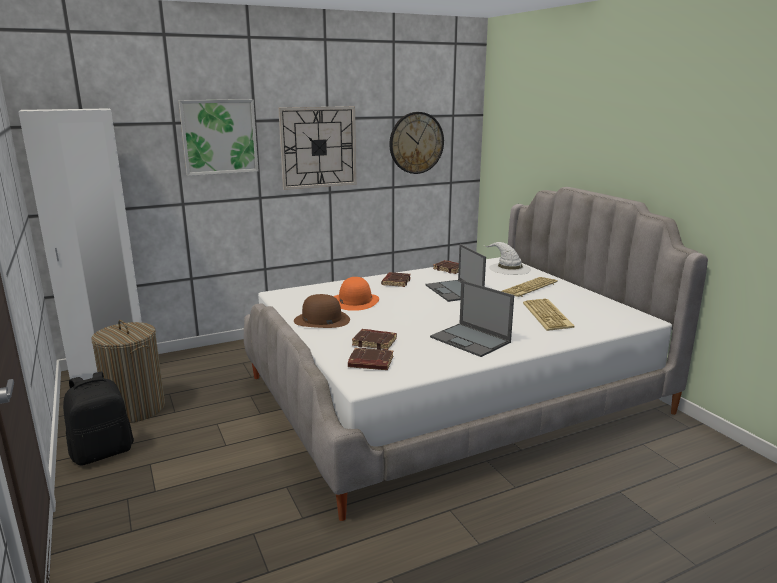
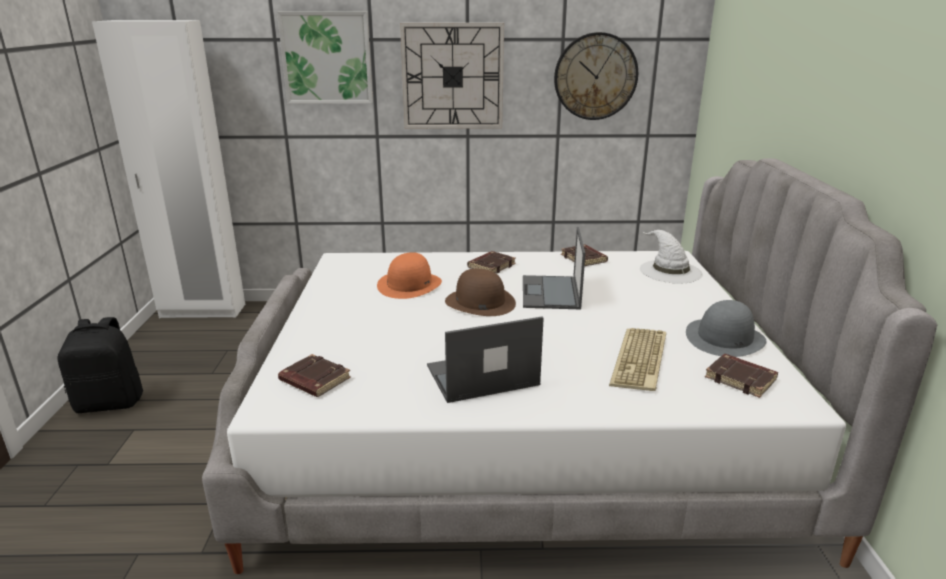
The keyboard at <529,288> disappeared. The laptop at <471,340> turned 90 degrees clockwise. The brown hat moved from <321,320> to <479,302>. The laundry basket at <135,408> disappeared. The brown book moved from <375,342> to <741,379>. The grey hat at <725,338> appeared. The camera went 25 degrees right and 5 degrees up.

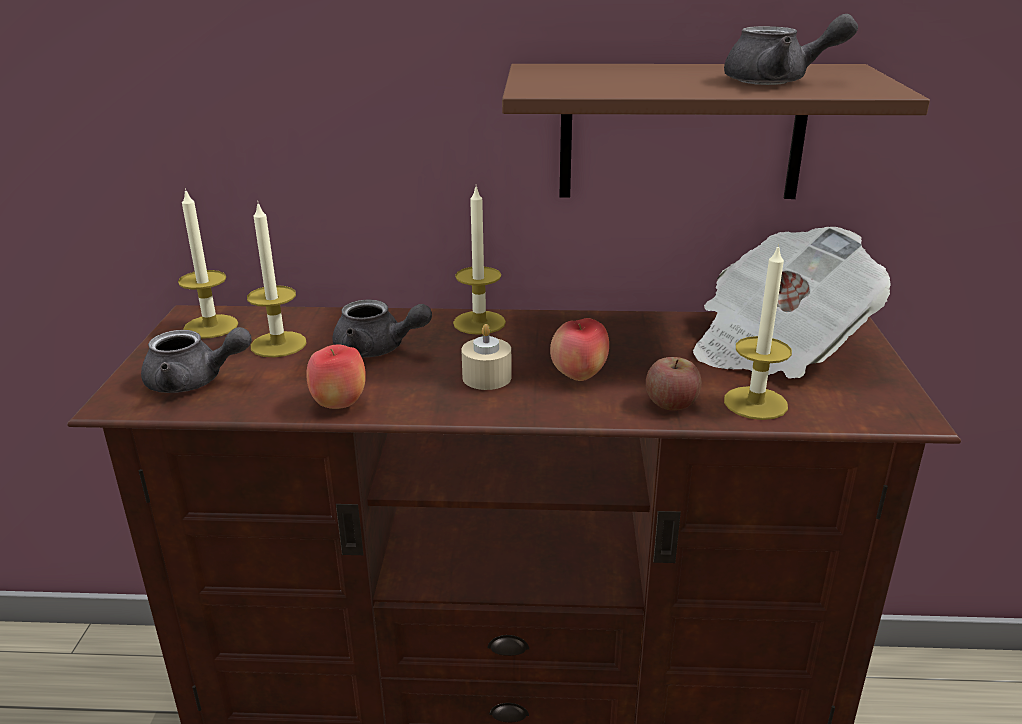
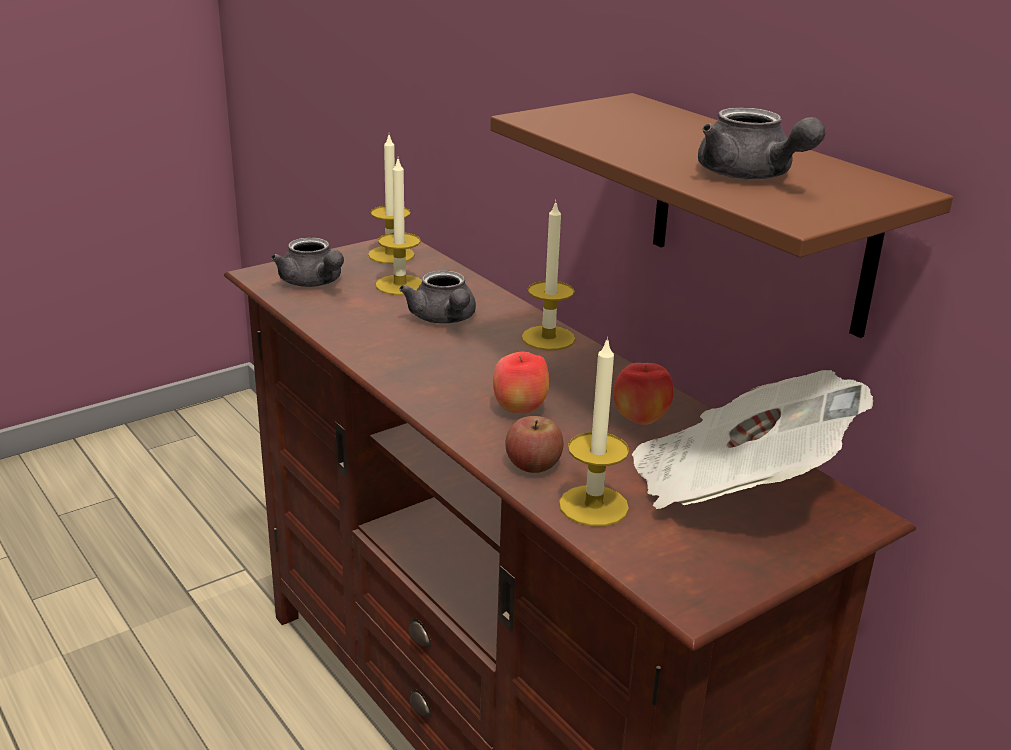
The beige candle at <487,377> disappeared. The apple moved from <339,404> to <640,420>. The camera went 50 degrees right and 0 degrees up.

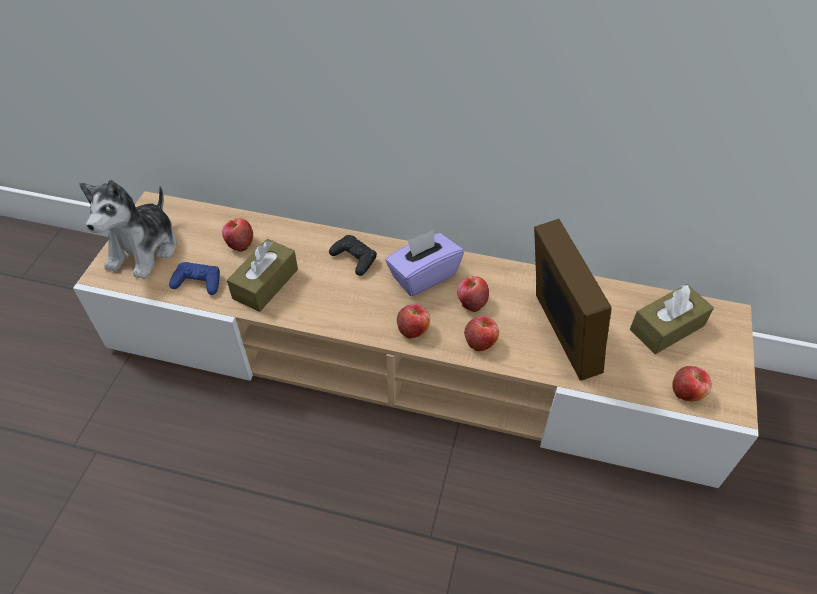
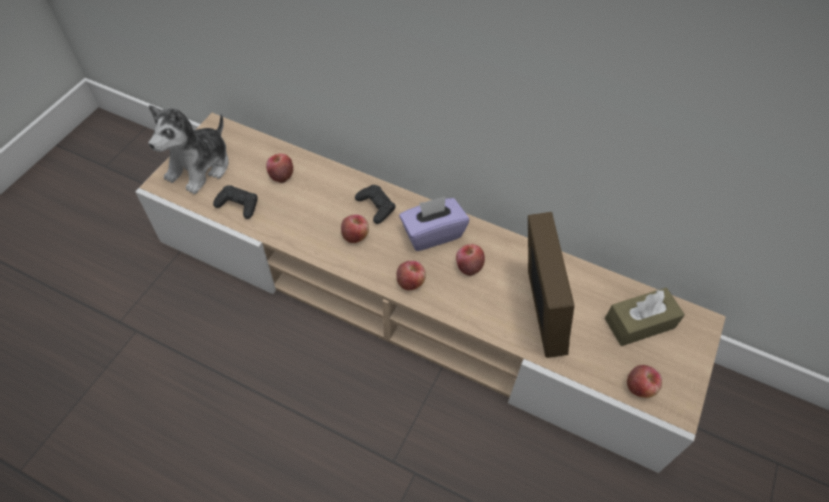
The brown tissue box at <265,284> disappeared. The blue game controller at <198,282> became the black game controller at <238,205>. The apple moved from <480,342> to <355,235>. The camera went 10 degrees right and 5 degrees up.

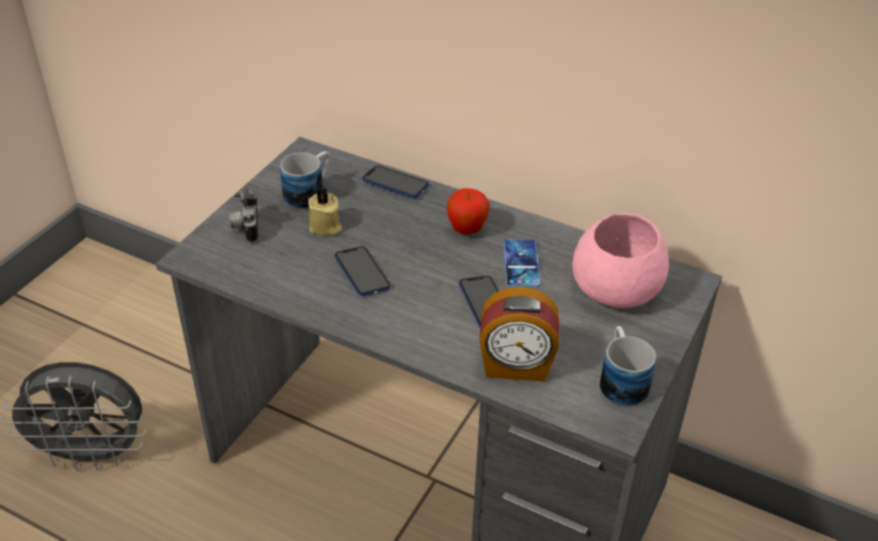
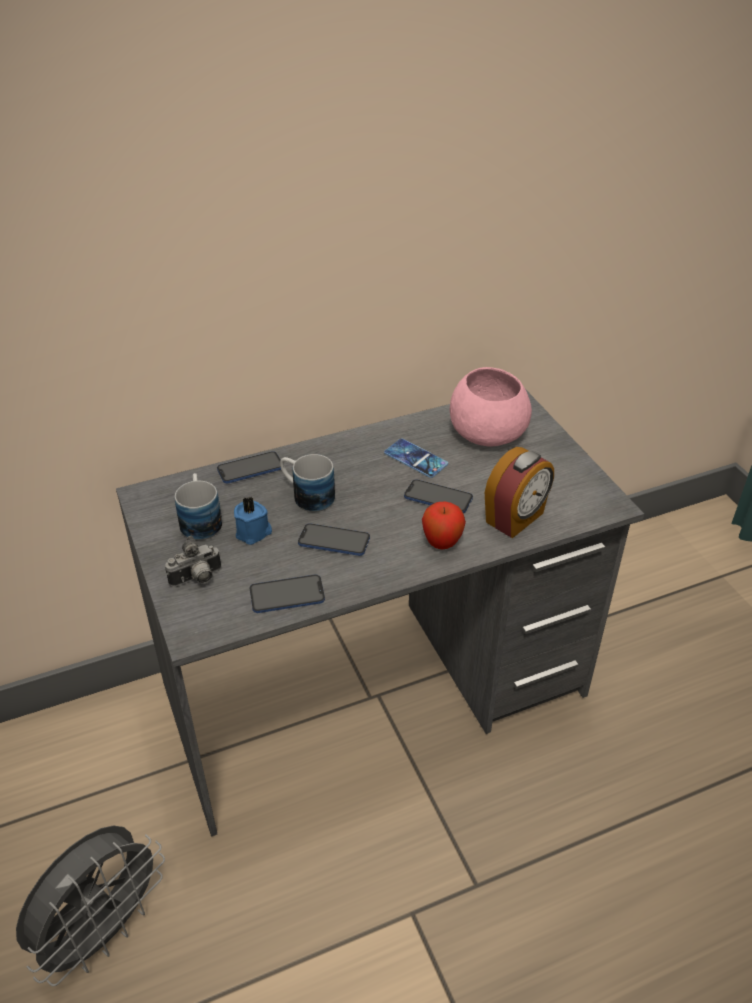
The beige candle at <325,226> became the blue candle at <254,533>. The apple moved from <466,230> to <442,543>. The photo camera at <246,228> turned 60 degrees counterclockwise. The mug moved from <621,380> to <306,496>. The phone at <287,595> appeared. The camera went 50 degrees left and 0 degrees up.

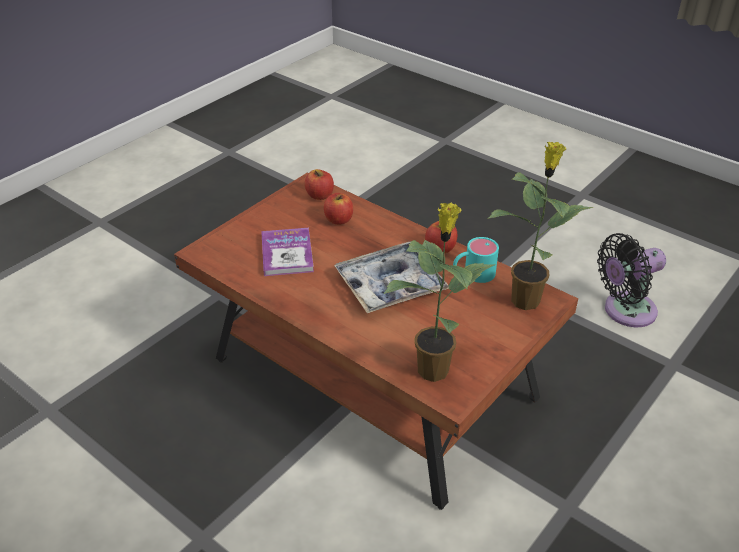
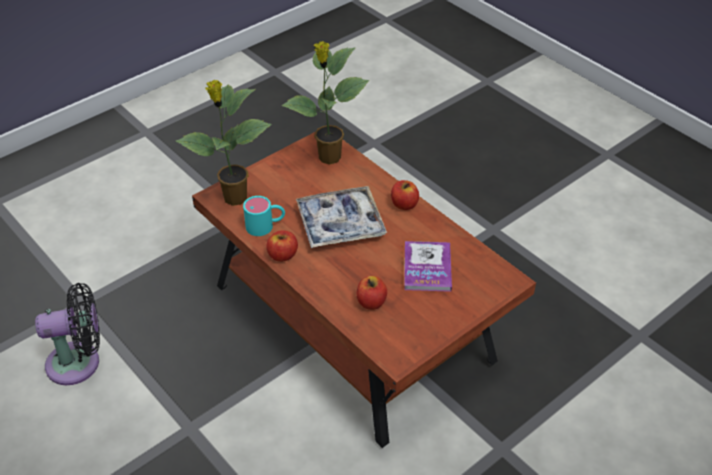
The apple moved from <320,195> to <404,204>. The camera went 170 degrees left and 5 degrees up.

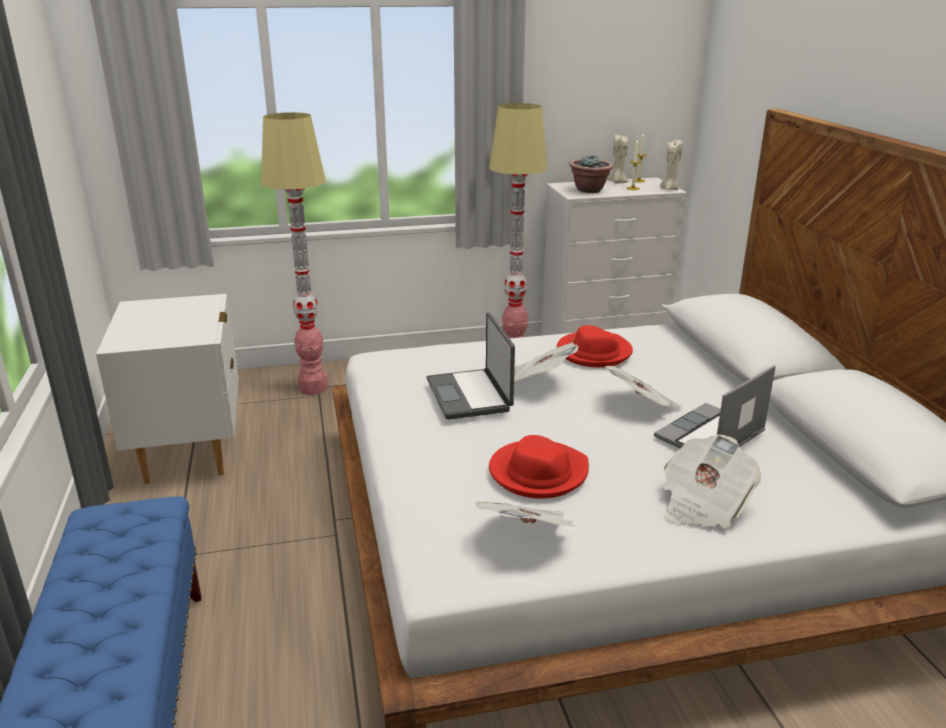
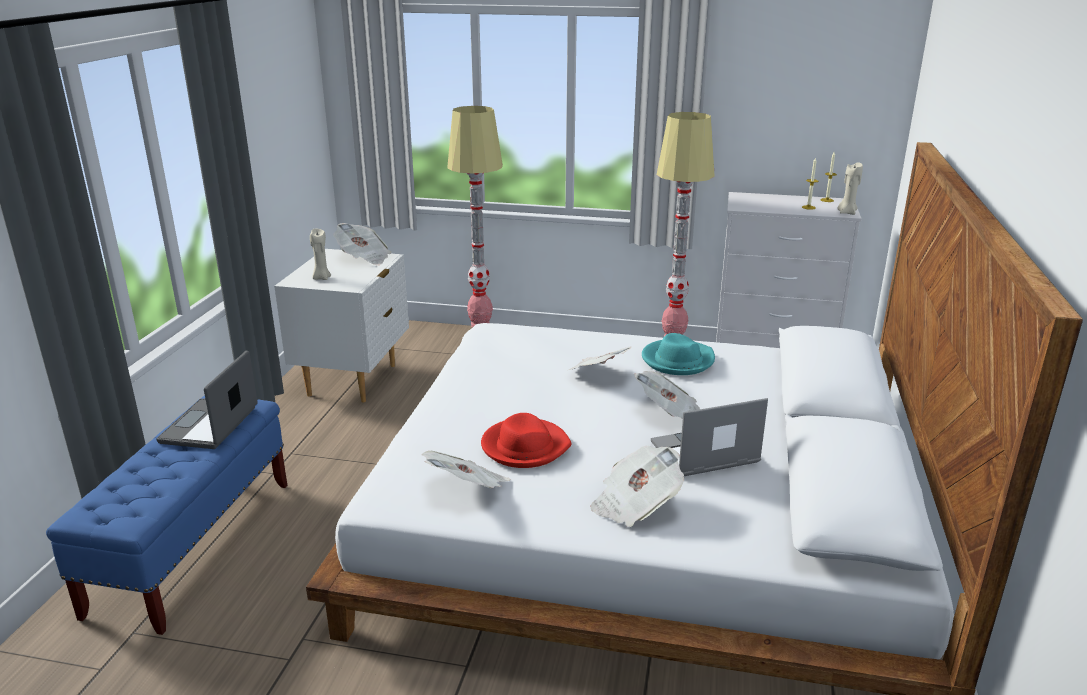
The beige candle moved from <617,182> to <321,278>. The potted plant at <589,190> disappeared. The laptop moved from <470,395> to <211,425>. The red hat at <594,352> became the turquoise hat at <677,360>. The newspaper at <364,258> appeared. The camera went 25 degrees right and 0 degrees up.

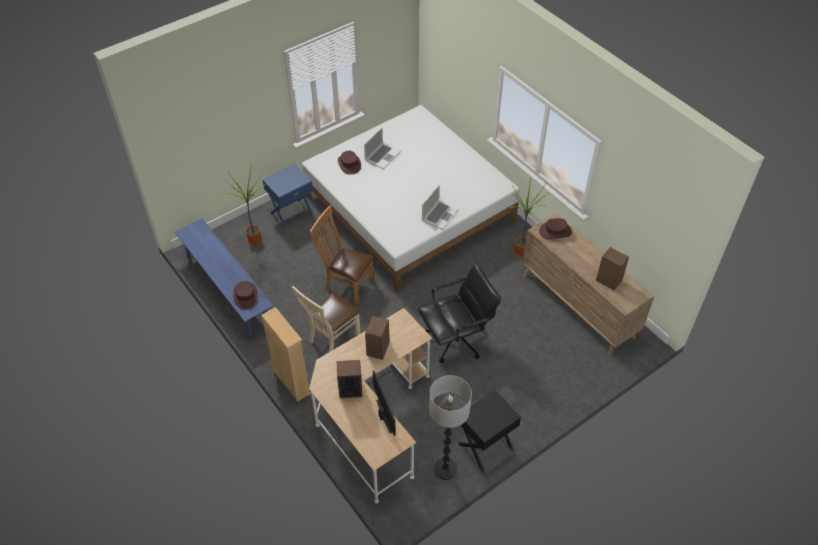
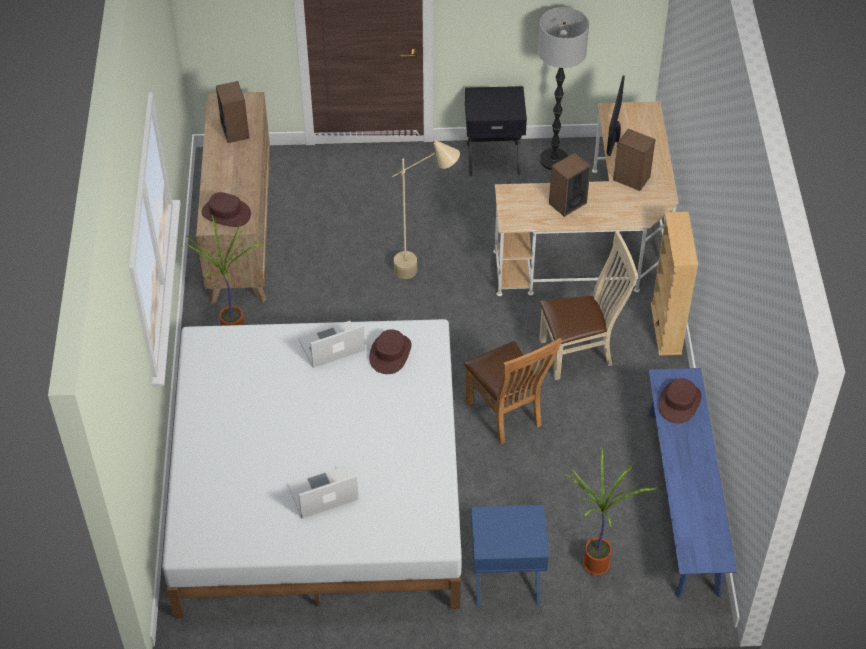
The brown hat moved from <349,164> to <390,353>. The black office chair at <456,340> was replaced by the beige floor lamp at <425,271>. The camera went 145 degrees left and 0 degrees up.

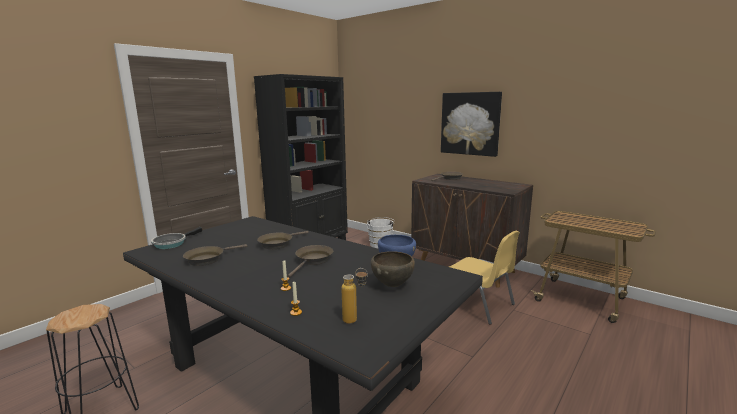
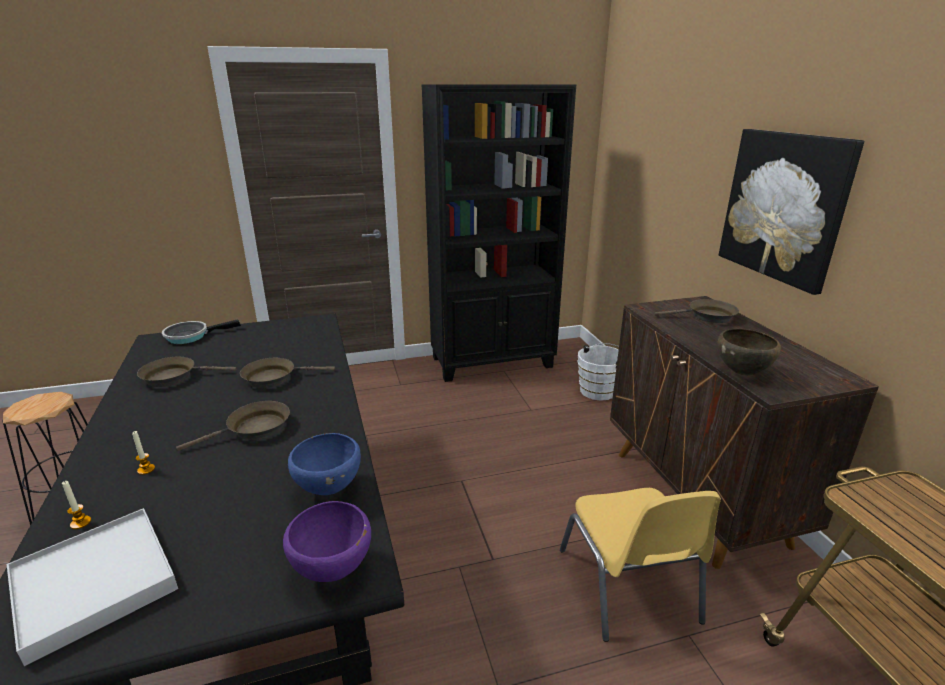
The brown bowl moved from <393,285> to <742,373>. The bottle at <355,321> was replaced by the white tray at <95,583>. The purple bowl at <334,571> appeared. The camera went 35 degrees right and 10 degrees up.

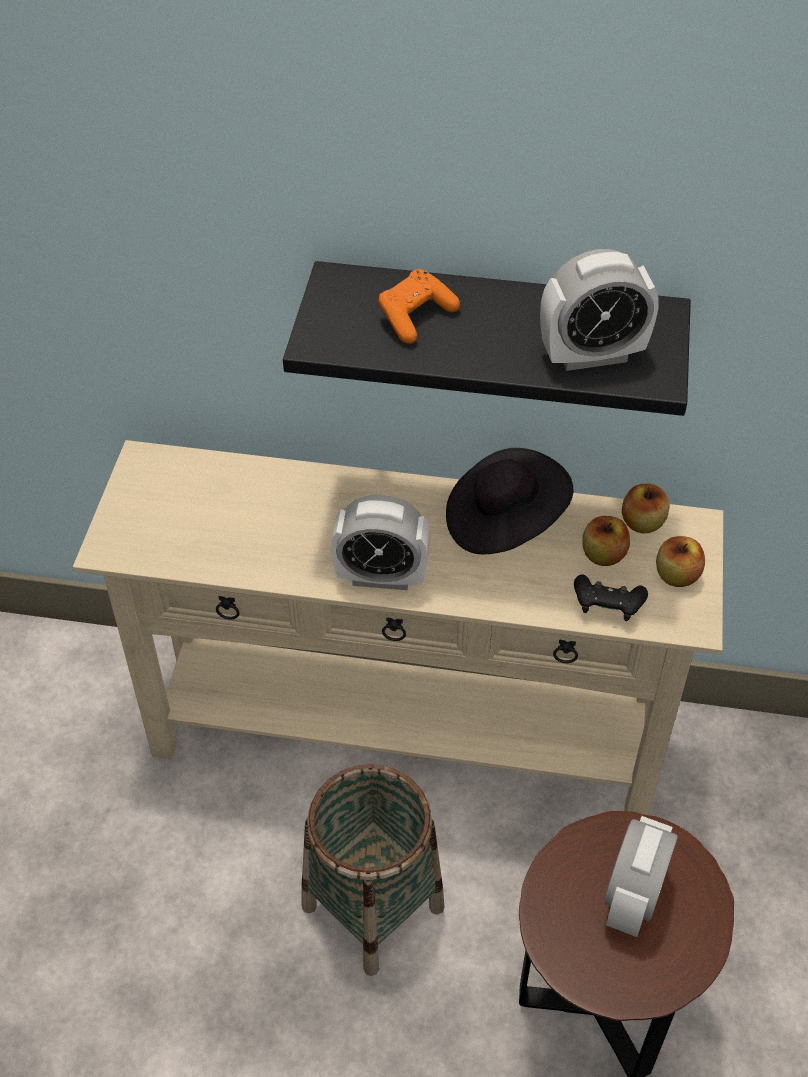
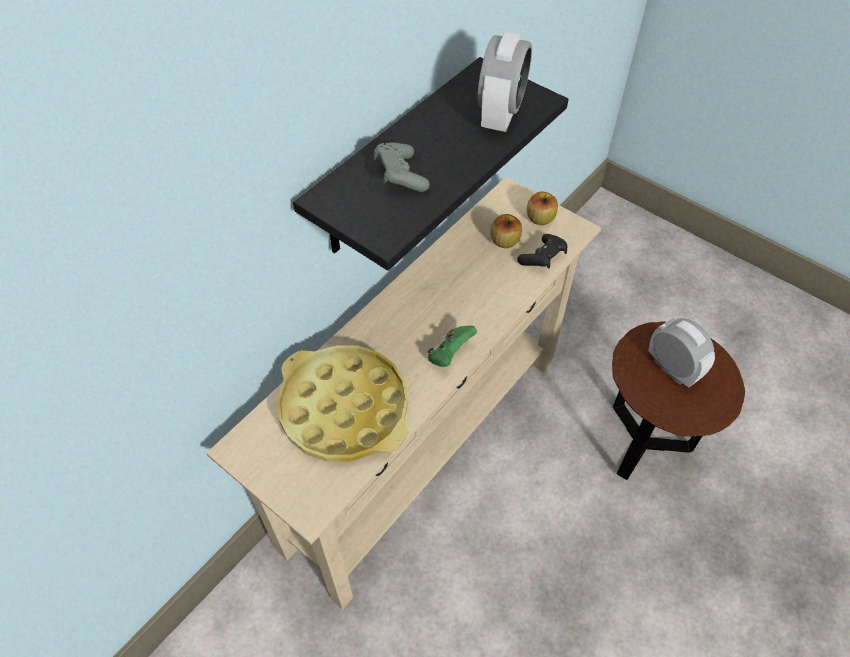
The orange game controller at <415,317> became the grey game controller at <400,176>. The black hat at <503,522> disappeared. The apple at <642,523> disappeared. The alarm clock at <381,577> was replaced by the green game controller at <450,354>. The basket at <373,907> disappeared. The yellow tray at <344,408> appeared. The camera went 60 degrees left and 5 degrees up.

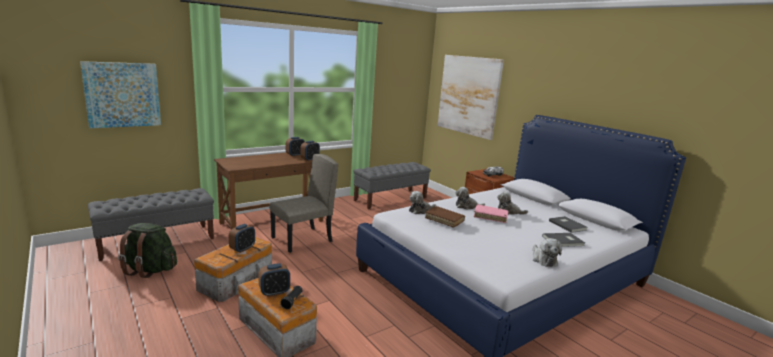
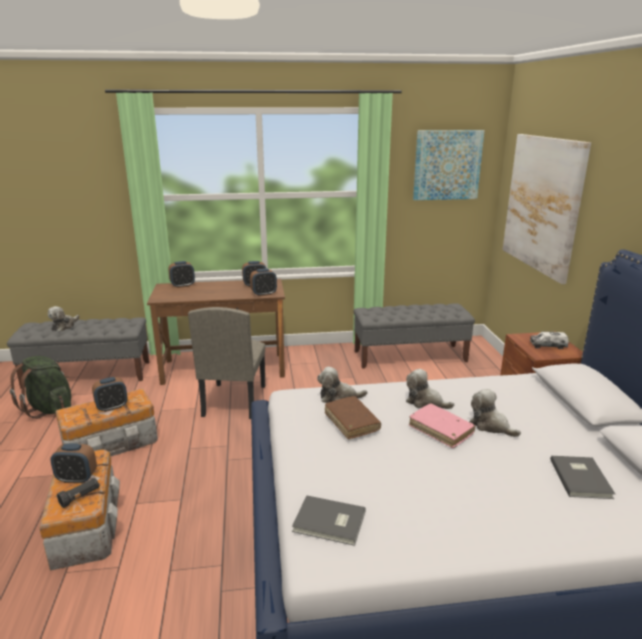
The picture moved from <122,95> to <447,165>. The beige chair at <302,240> turned 105 degrees clockwise. The grey book moved from <564,241> to <330,523>. The plush toy moved from <543,259> to <64,326>. The alarm clock at <182,285> appeared. The camera went 30 degrees right and 5 degrees up.

